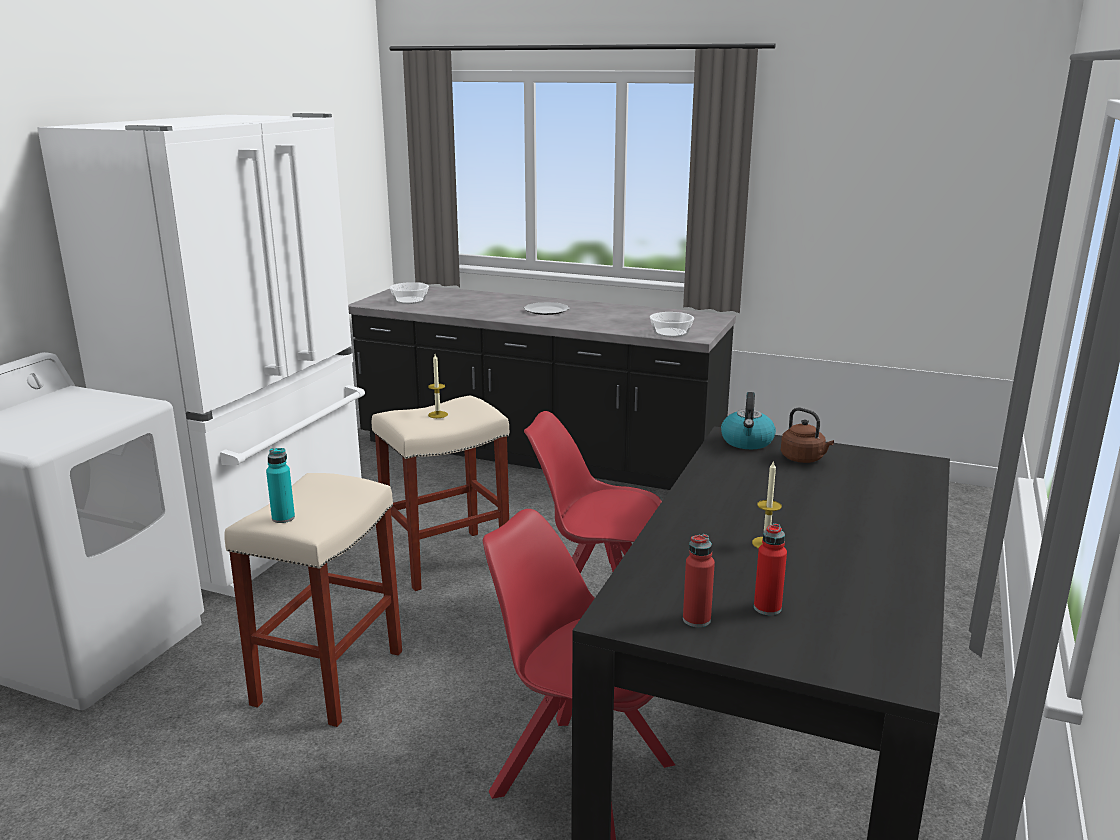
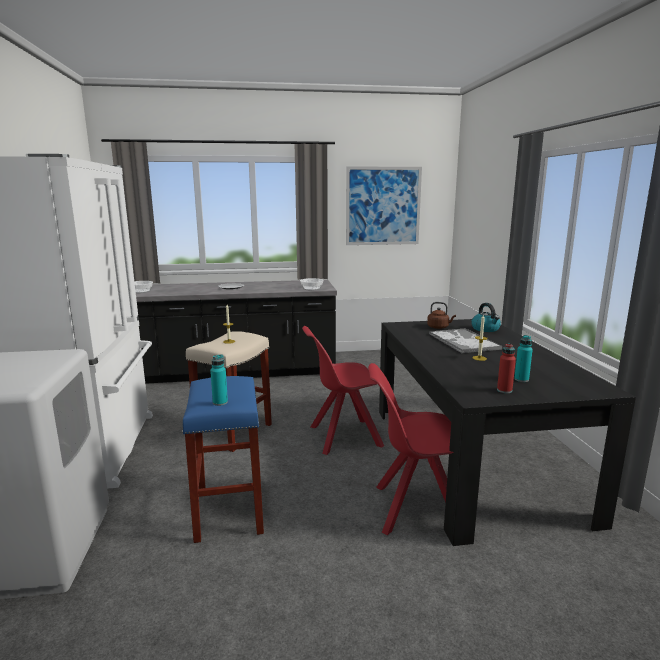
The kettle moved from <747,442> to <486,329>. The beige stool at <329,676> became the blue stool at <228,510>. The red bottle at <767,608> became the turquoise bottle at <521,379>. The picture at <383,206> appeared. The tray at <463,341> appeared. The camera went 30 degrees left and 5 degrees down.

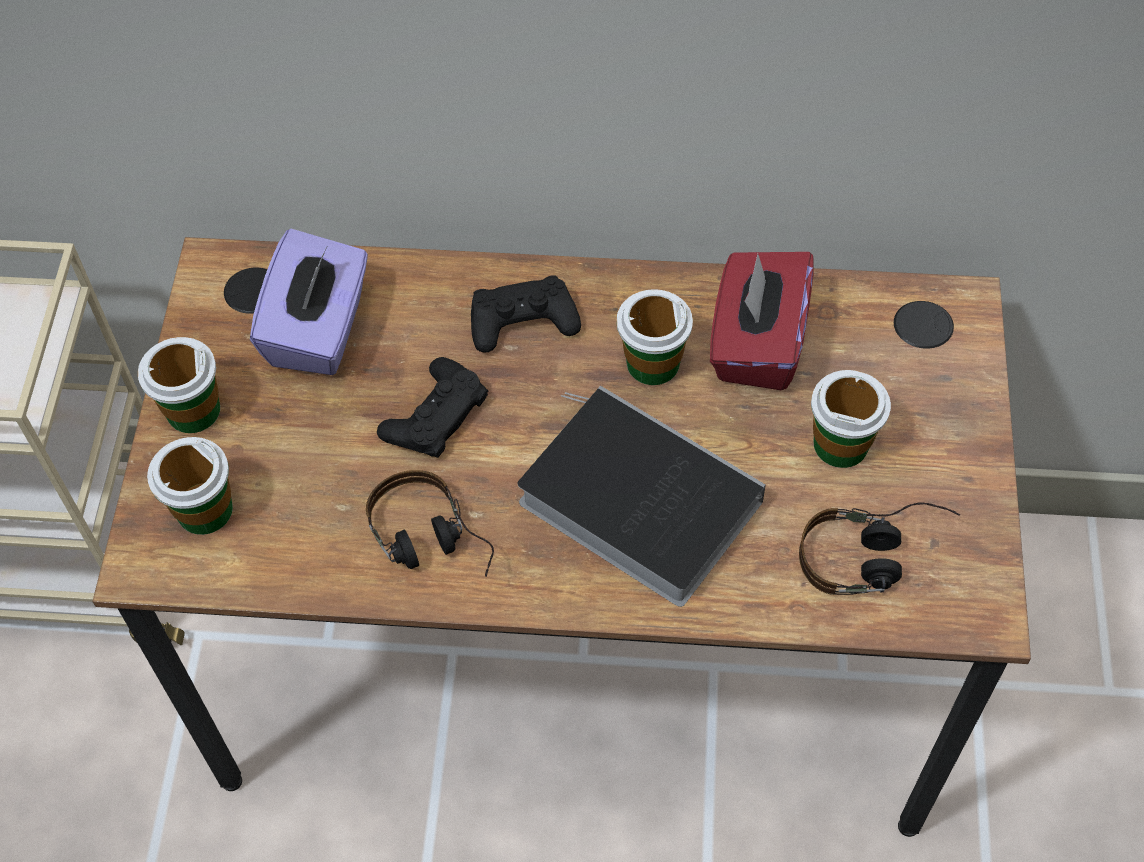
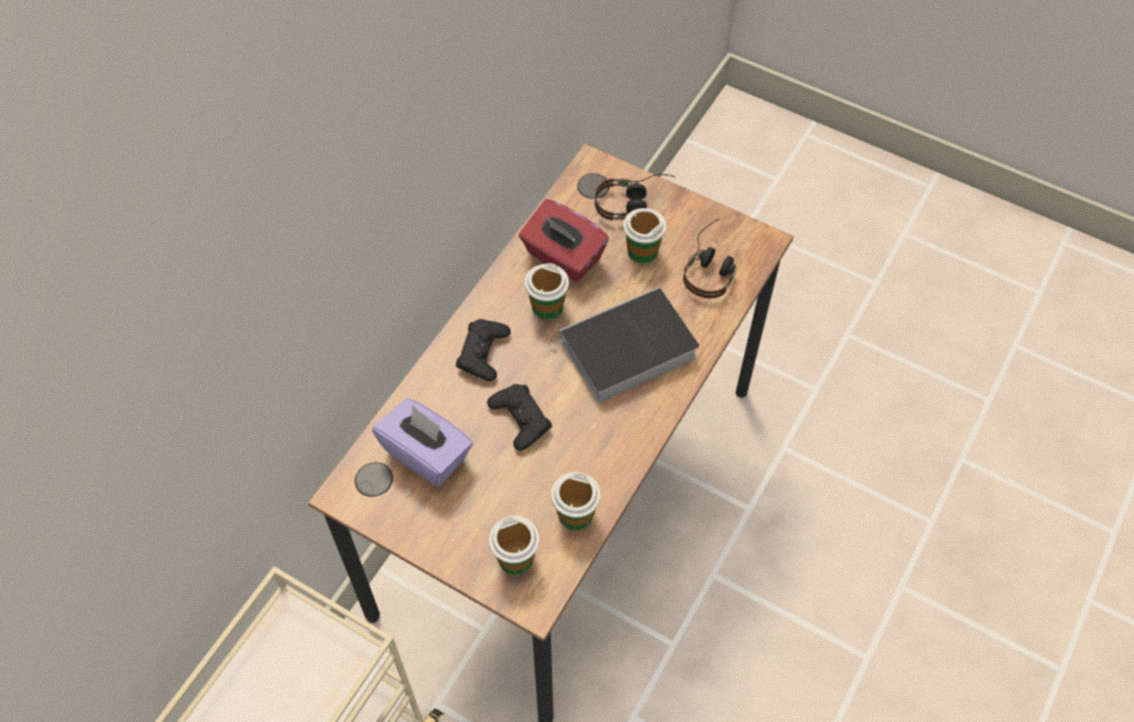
The cup moved from <192,410> to <575,514>. The headphones moved from <432,546> to <634,203>. The camera went 65 degrees left and 0 degrees up.

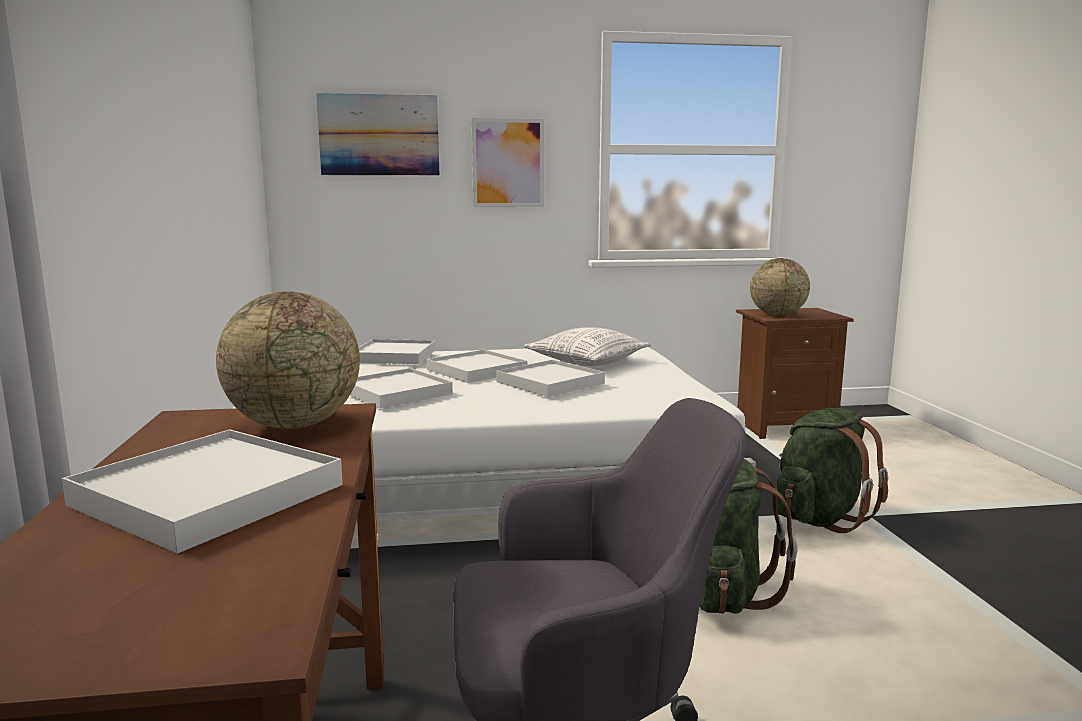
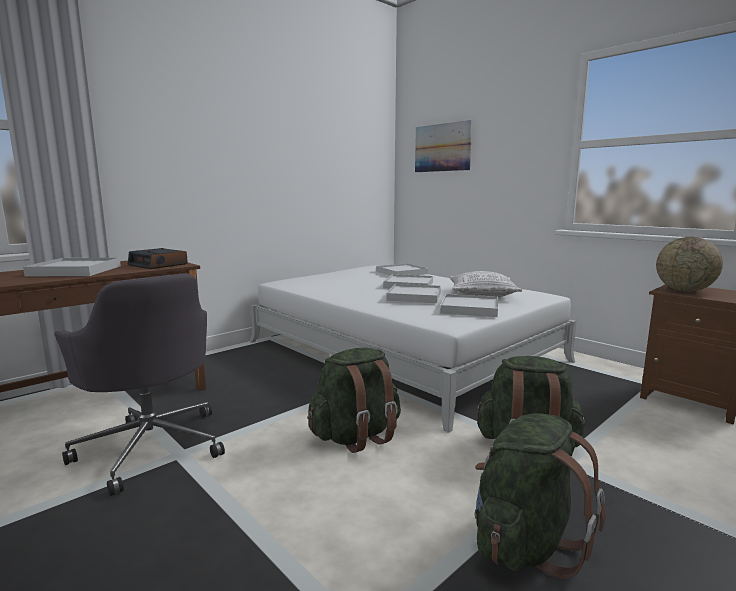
The picture at <508,163> disappeared. The globe at <294,425> was replaced by the alarm clock at <159,264>. The white tray moved from <397,393> to <470,308>. The green backpack at <525,542> appeared. The camera went 55 degrees right and 0 degrees up.

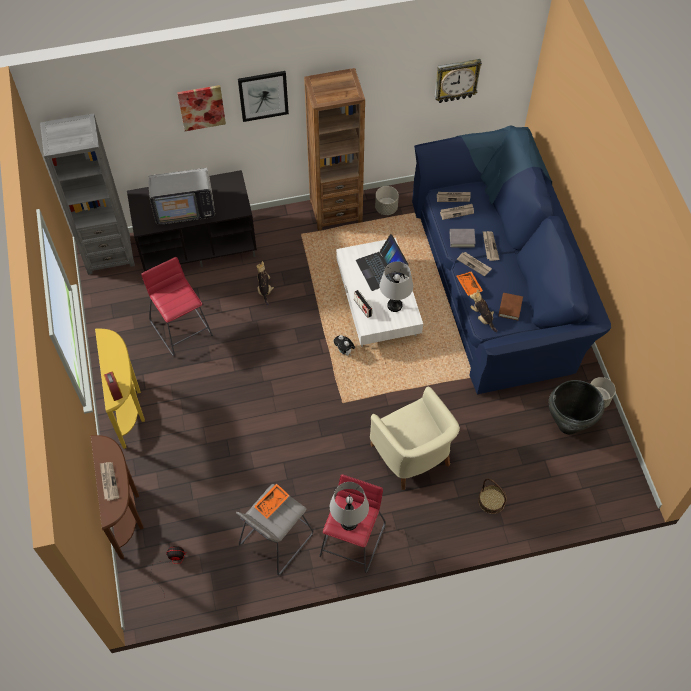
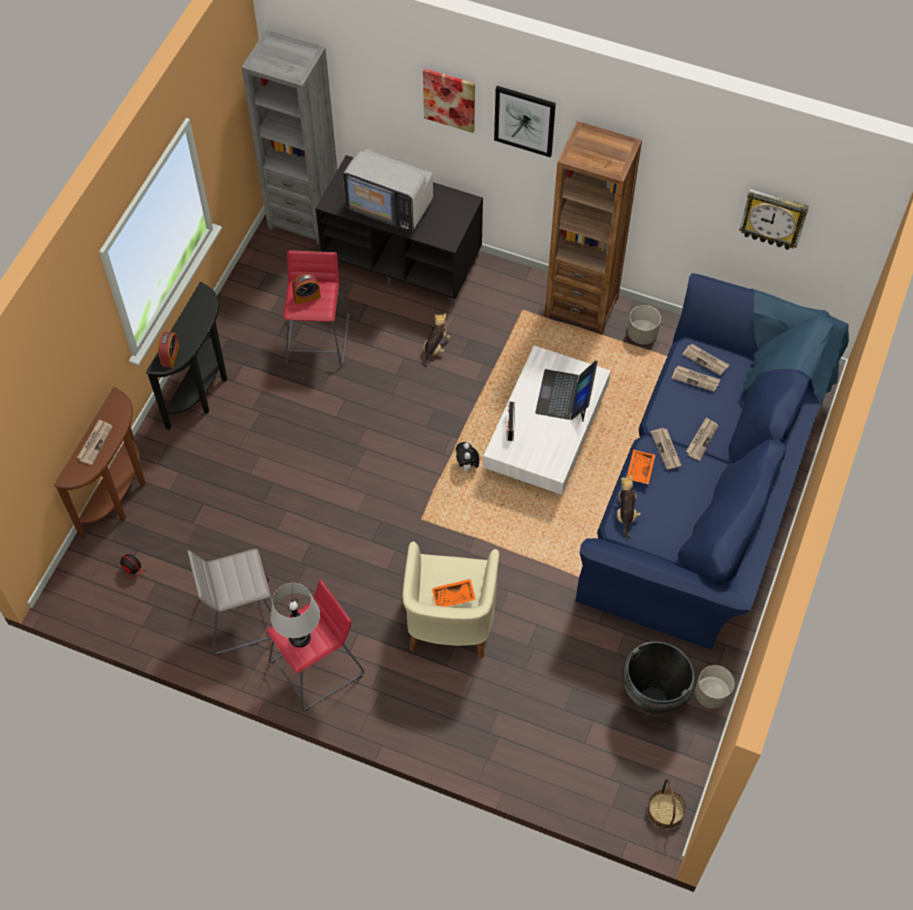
The grey book at <462,239> disappeared. The grey table lamp at <394,305> disappeared. The brown book at <510,308> disappeared. The yellow console table at <129,407> became the black console table at <203,390>. The basket moved from <491,501> to <665,811>. The orange tray moved from <272,503> to <453,597>. The alarm clock at <307,296> appeared. The camera went 35 degrees right and 0 degrees up.

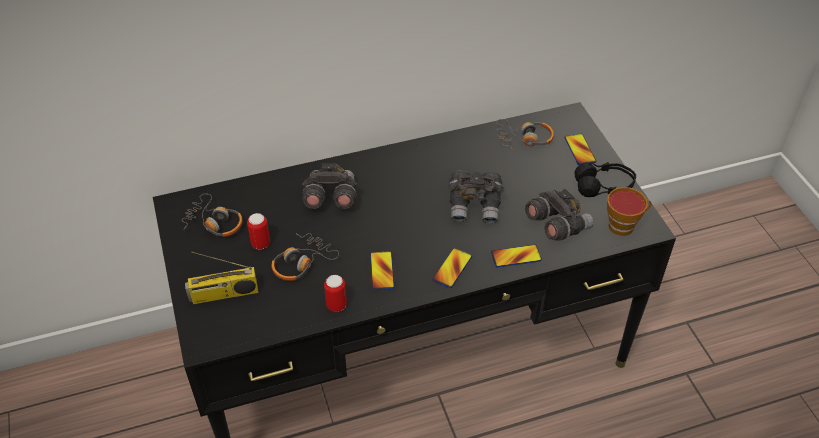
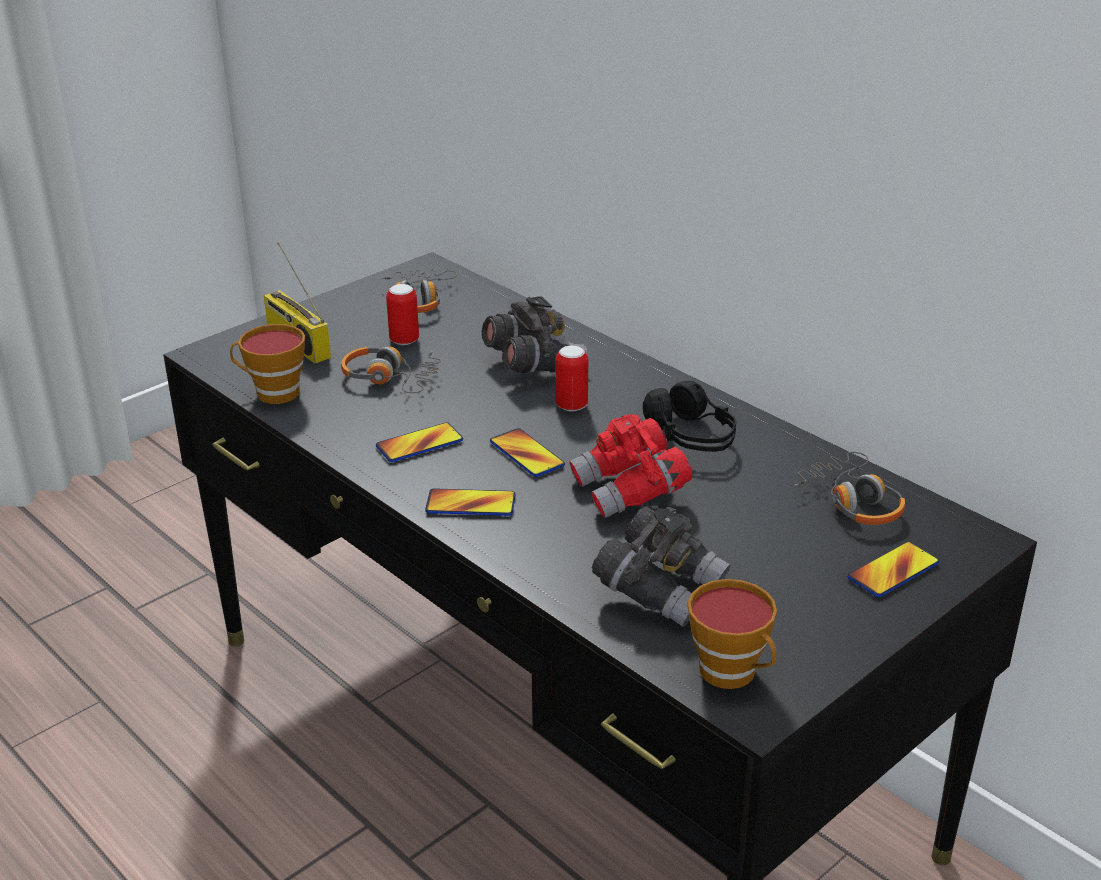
The black headphones moved from <604,187> to <691,437>. The grey binoculars at <475,206> became the red binoculars at <630,491>. The phone moved from <516,257> to <526,454>. The can moved from <336,305> to <571,405>. The cup at <272,393> appeared. The camera went 65 degrees right and 15 degrees down.

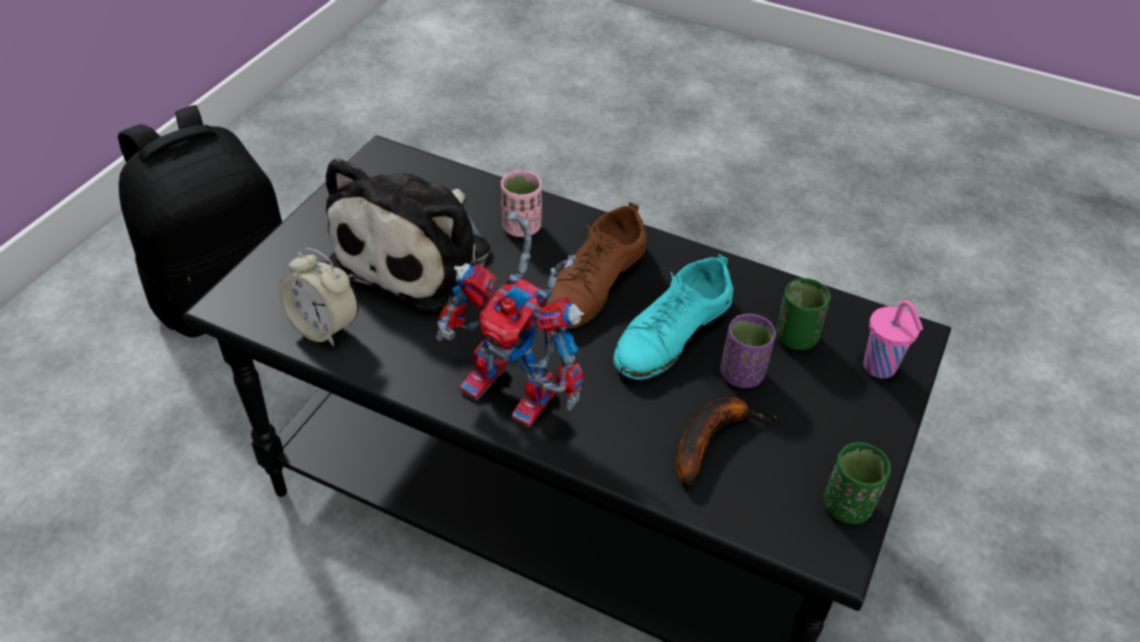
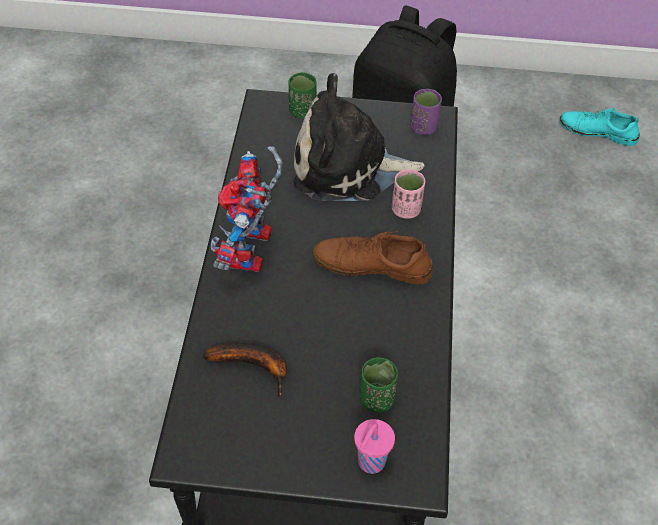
The alarm clock at <324,327> disappeared. The turquoise shoe moved from <672,333> to <598,131>. The purple cup moved from <742,374> to <423,128>. The green cup moved from <847,506> to <302,111>. The camera went 70 degrees right and 5 degrees up.

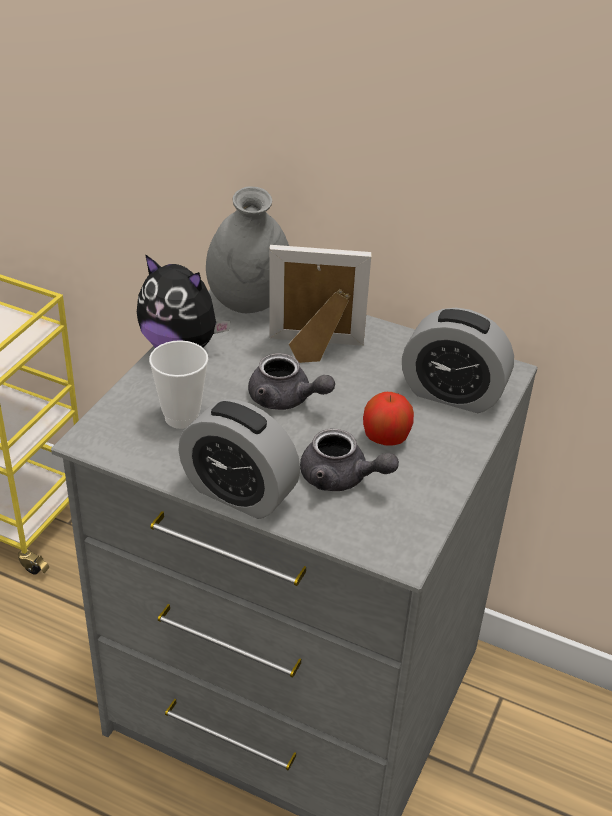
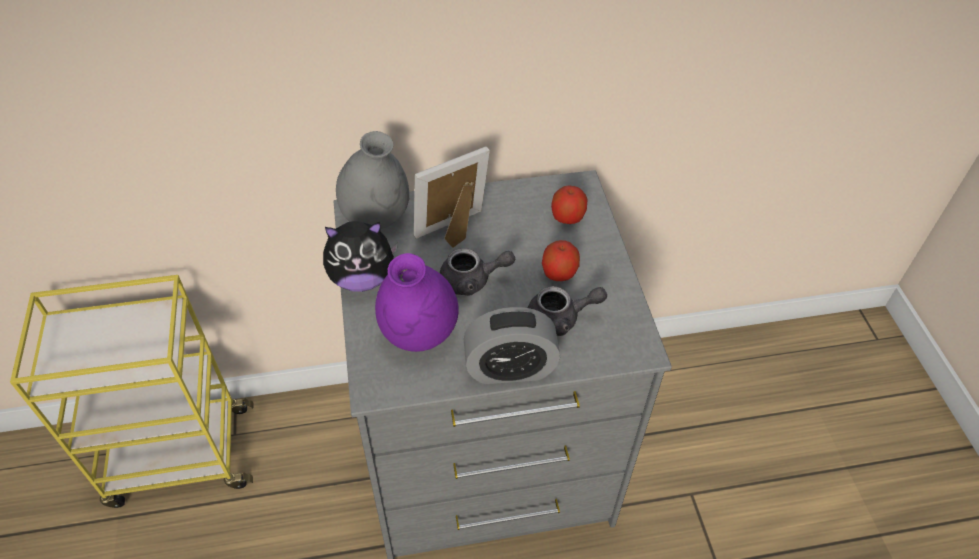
The alarm clock at <452,394> was replaced by the apple at <567,218>. The cup at <181,418> was replaced by the purple vase at <418,335>. The camera went 35 degrees left and 10 degrees up.

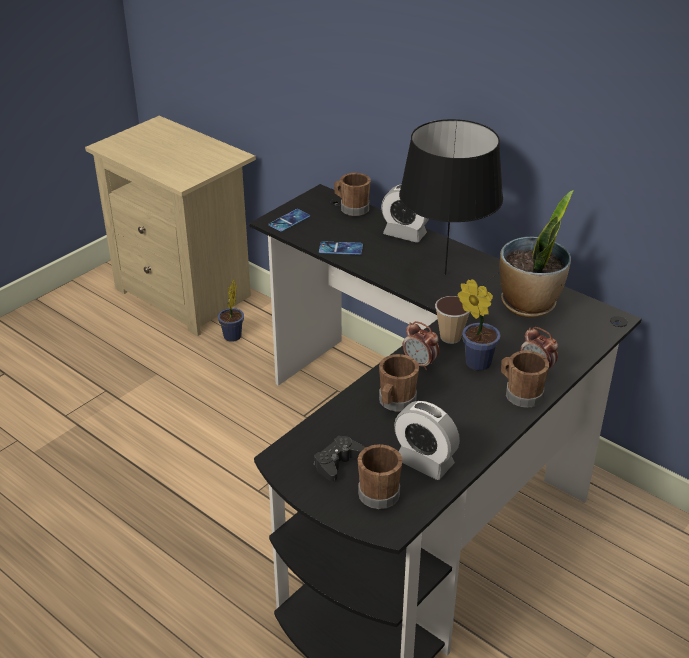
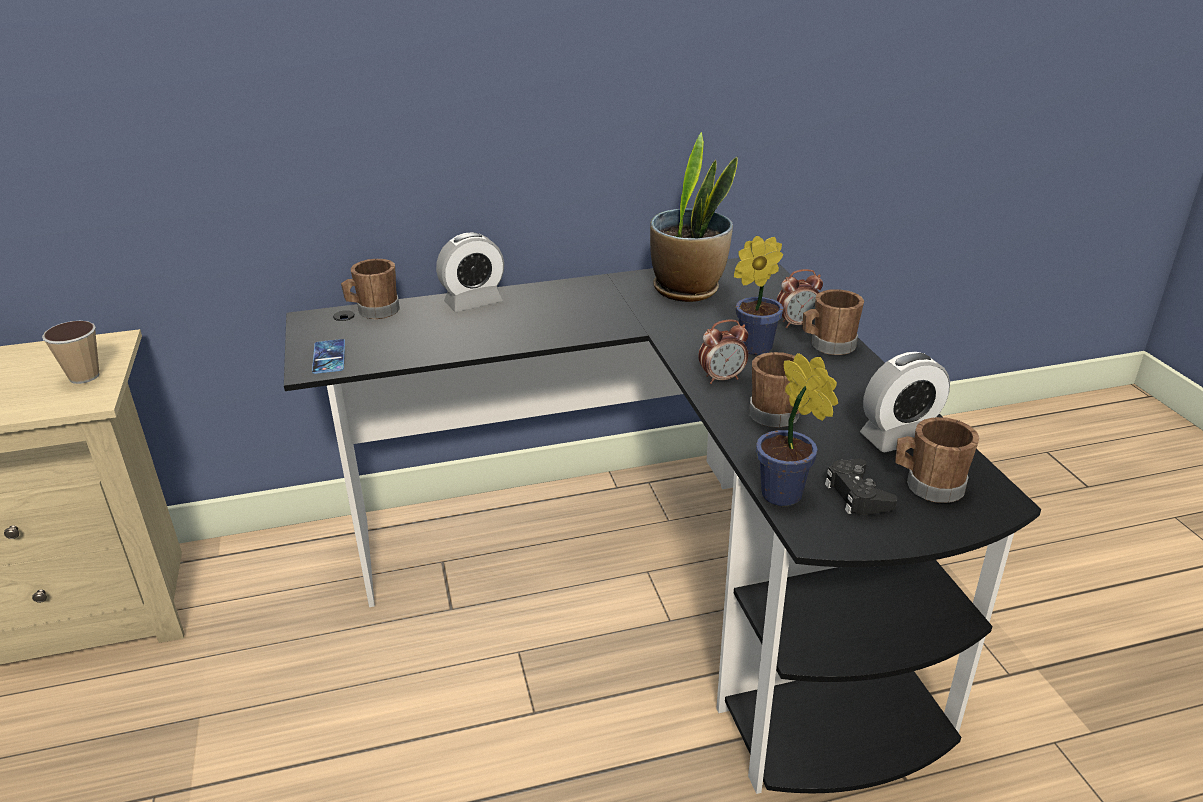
The black table lamp at <445,274> disappeared. The phone at <341,248> disappeared. The potted plant moved from <231,338> to <786,497>. The cup moved from <450,337> to <84,376>. The camera went 55 degrees left and 5 degrees down.

